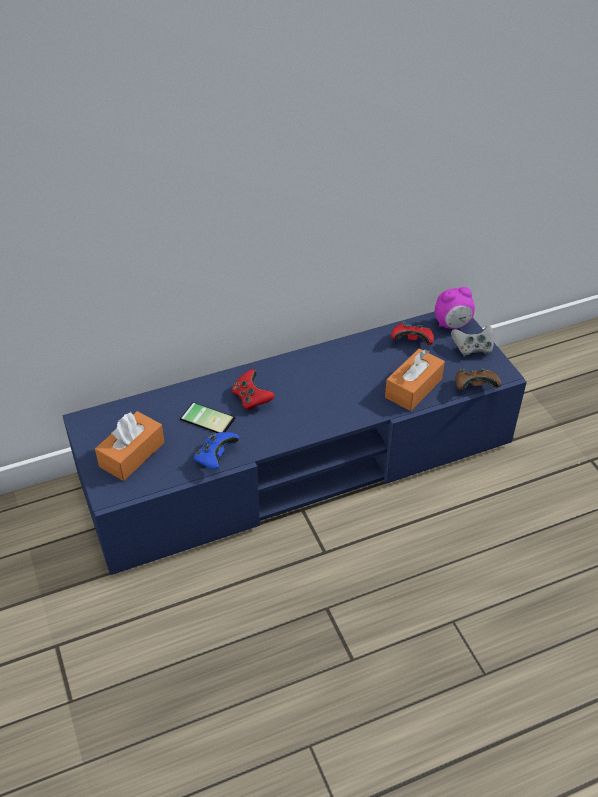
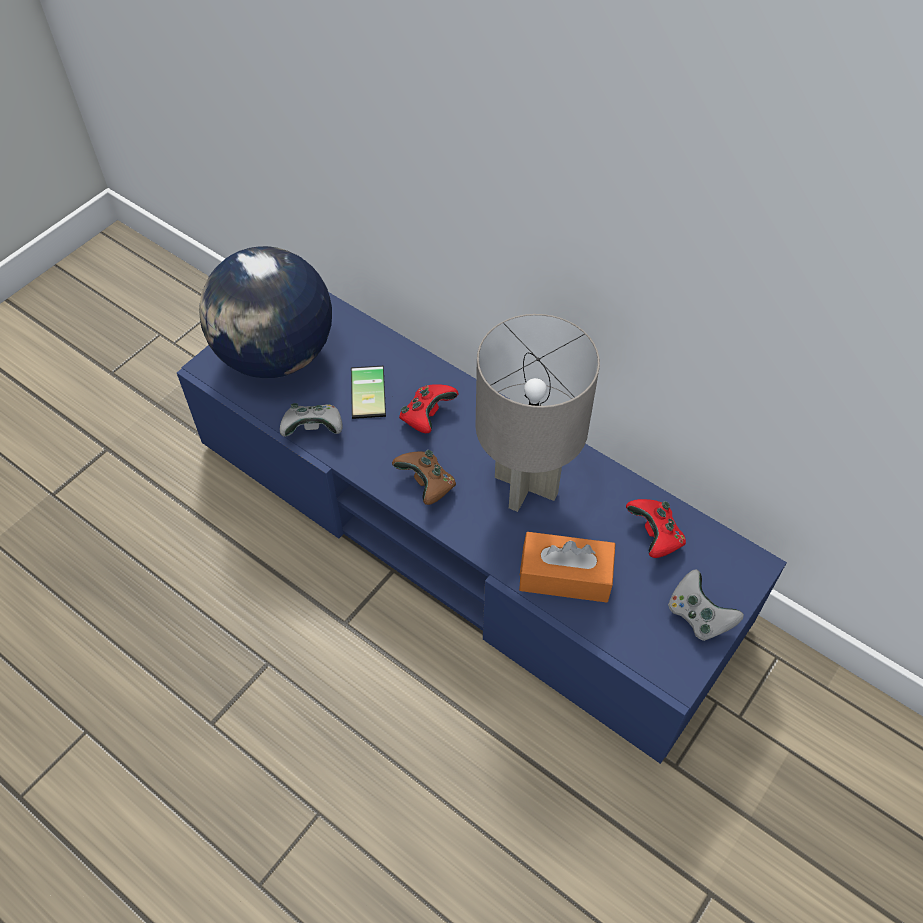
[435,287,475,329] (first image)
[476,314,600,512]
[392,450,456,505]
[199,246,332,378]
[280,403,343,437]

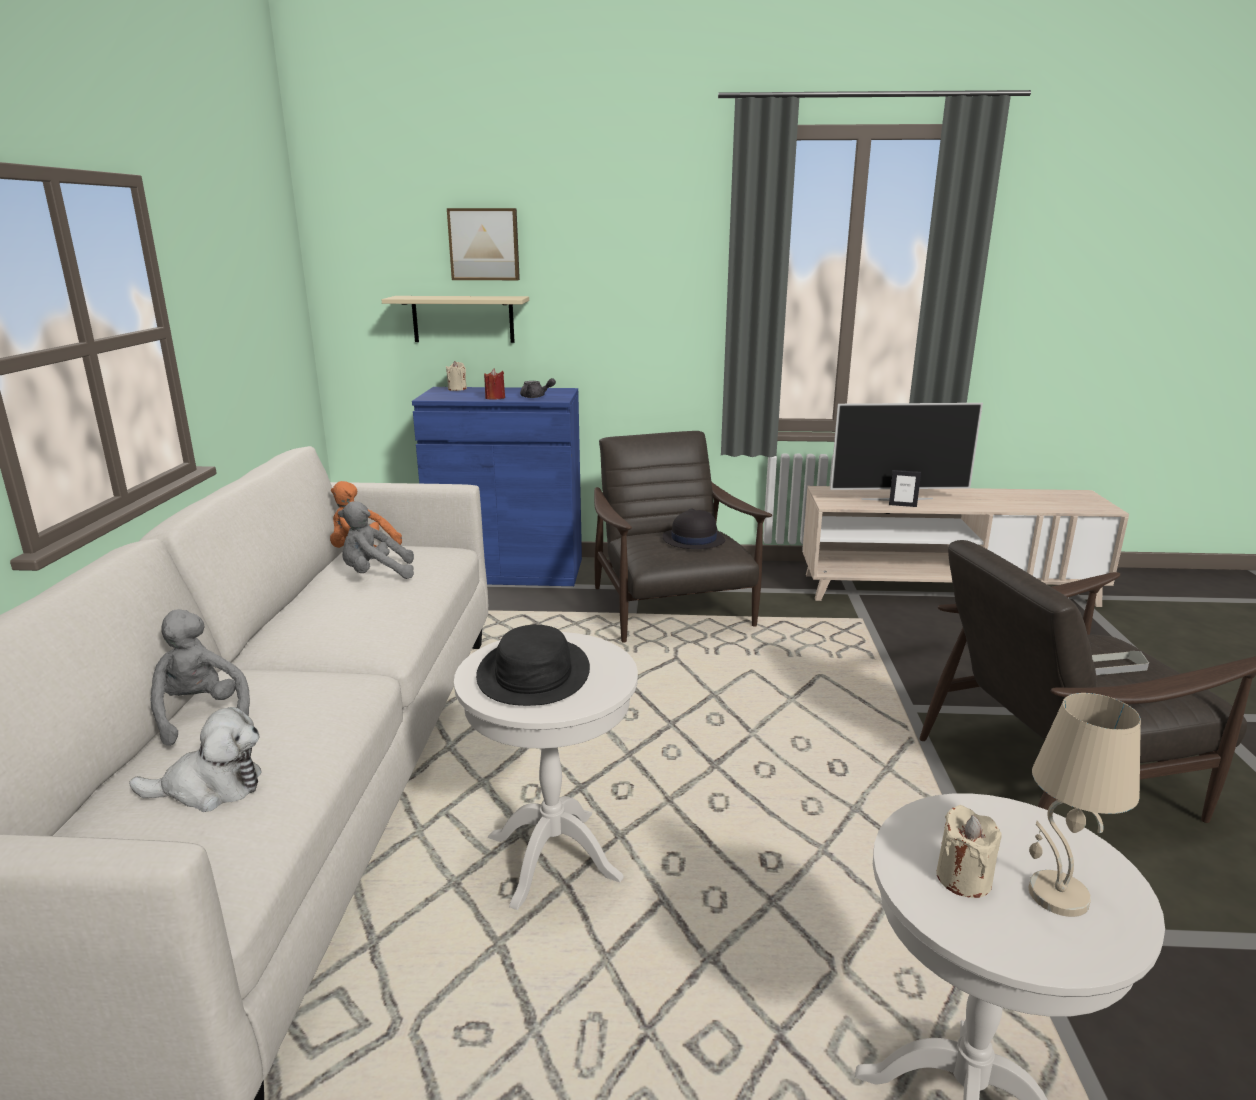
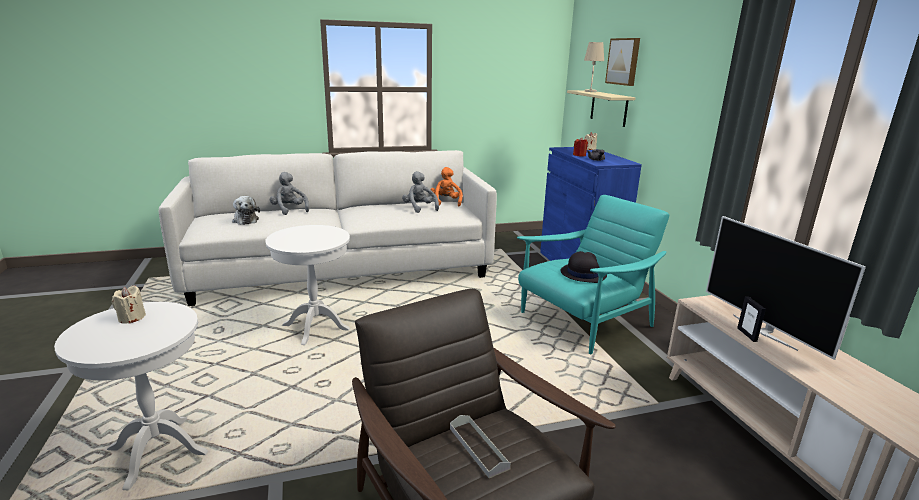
[476,625,590,706] (first image)
[584,42,604,92]
[517,195,669,354]
[270,172,309,215]

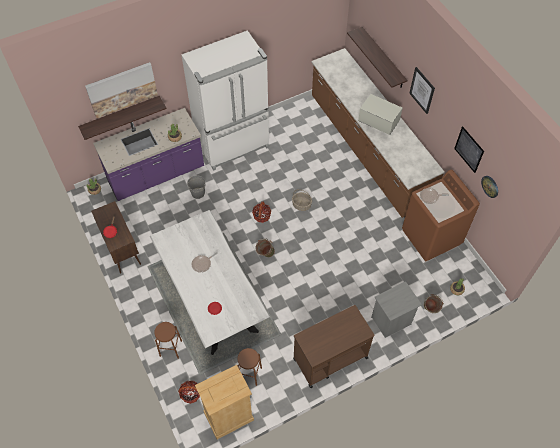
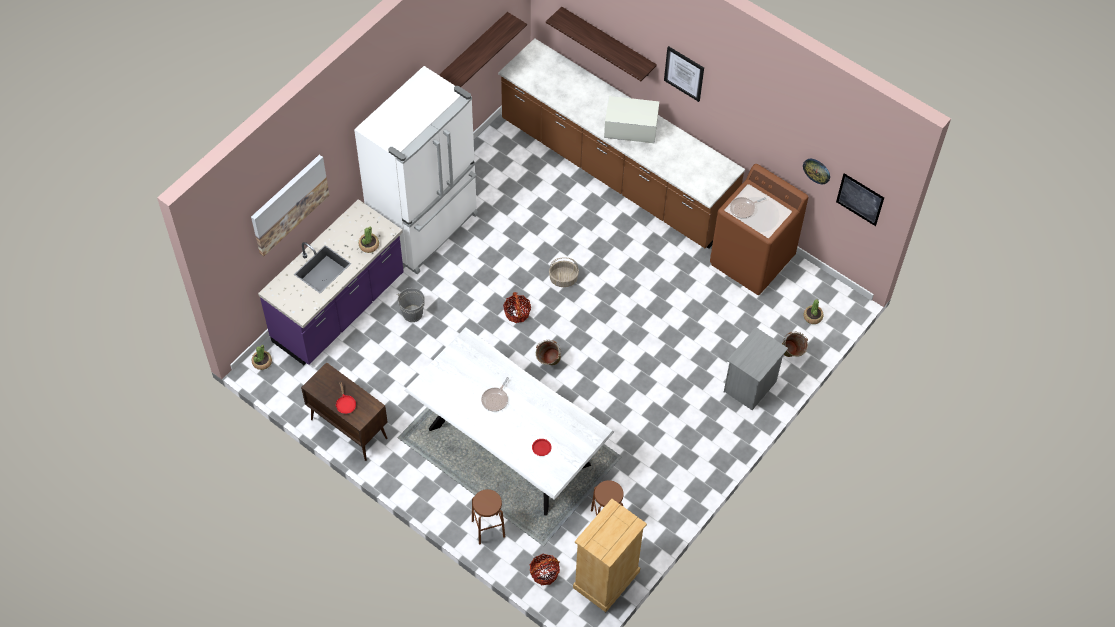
[293,305,374,388] (first image)
[439,12,527,87]
[836,173,884,226]

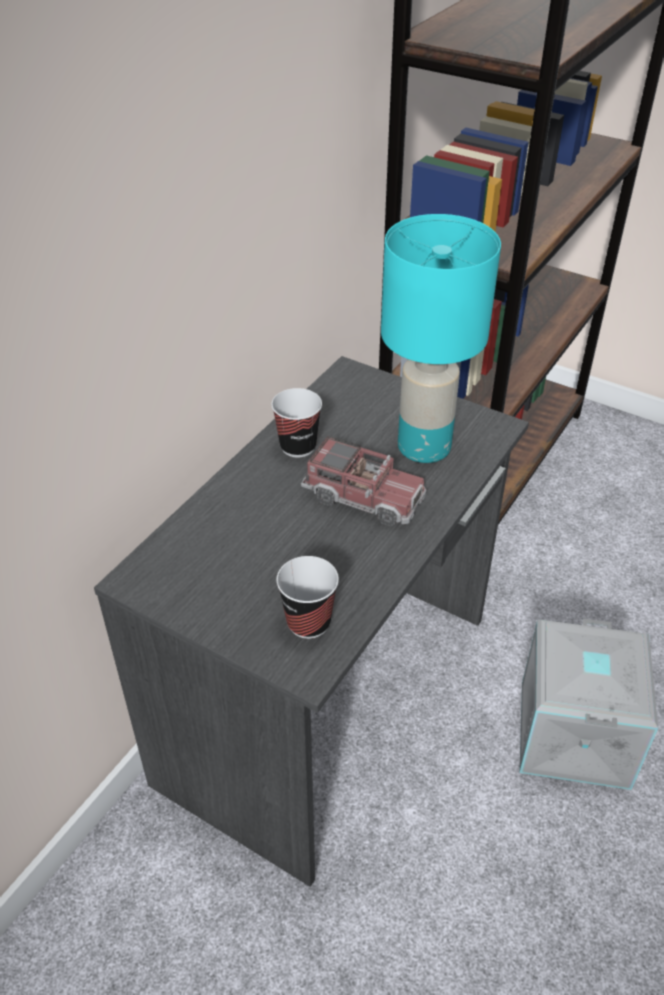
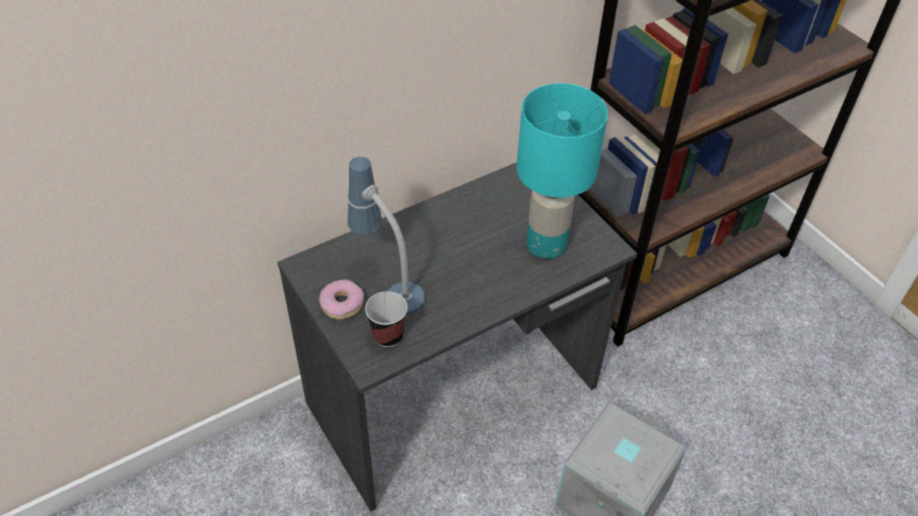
[271,388,322,458] (first image)
[301,436,427,526] (first image)
[319,280,364,320]
[347,157,425,314]

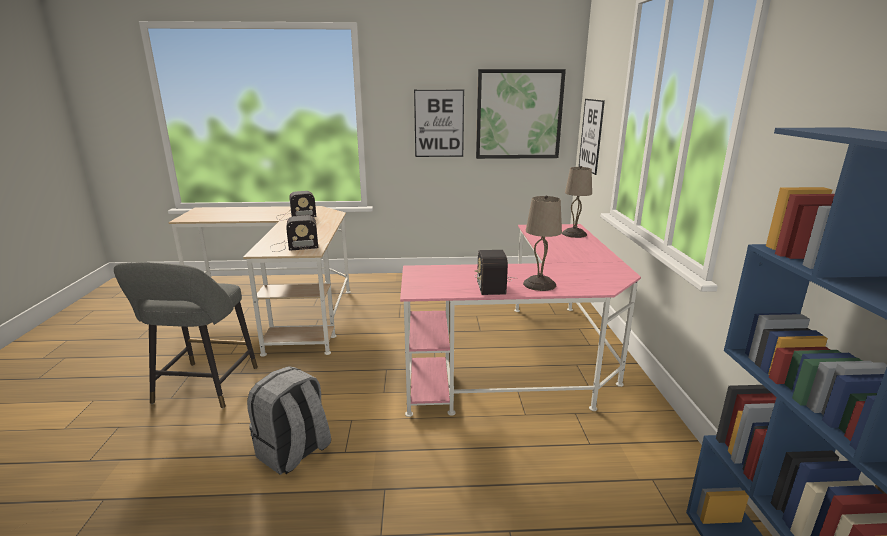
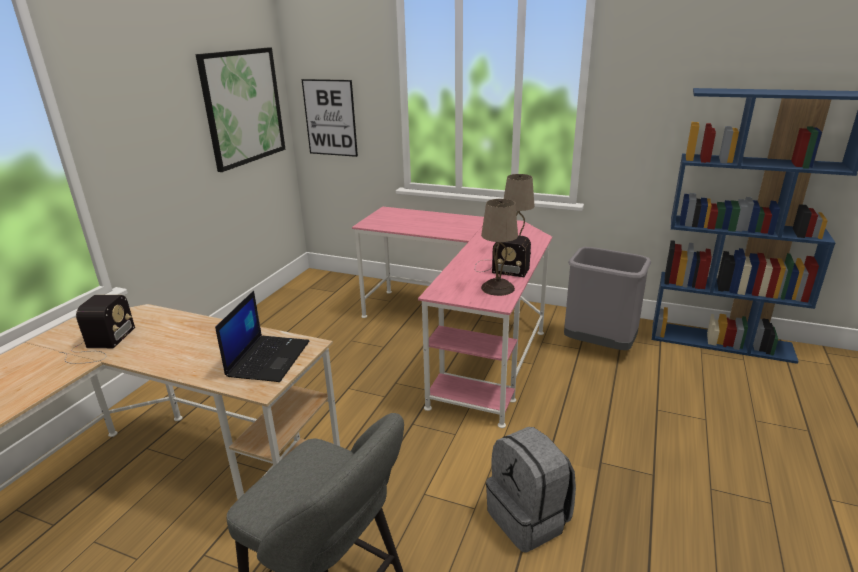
[414,90,464,157] (first image)
[564,247,651,350]
[481,199,518,296]
[215,291,309,382]

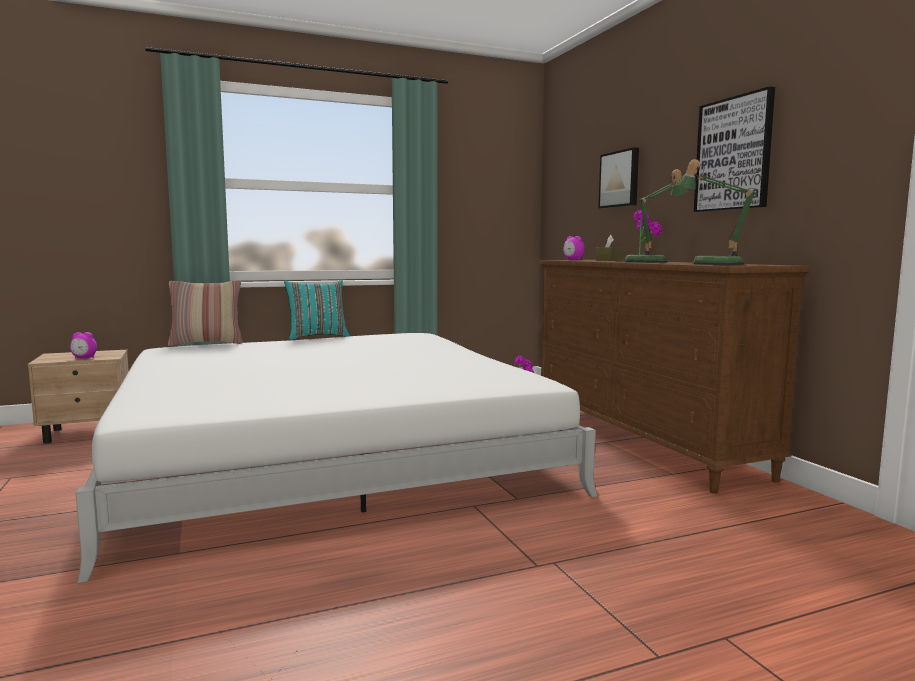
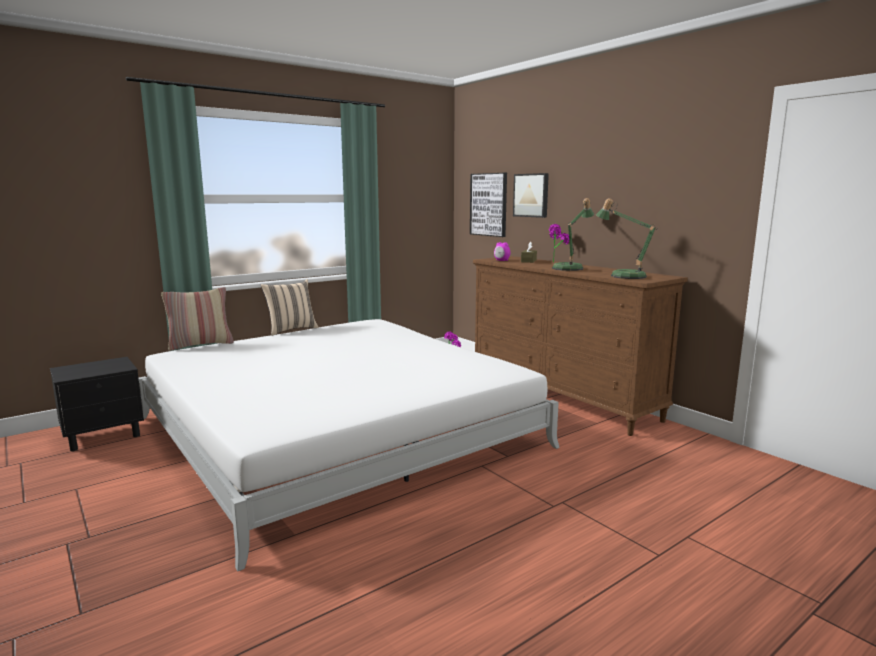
[70,332,97,359] (first image)
[470,173,507,237]
[50,357,144,451]
[261,279,319,336]

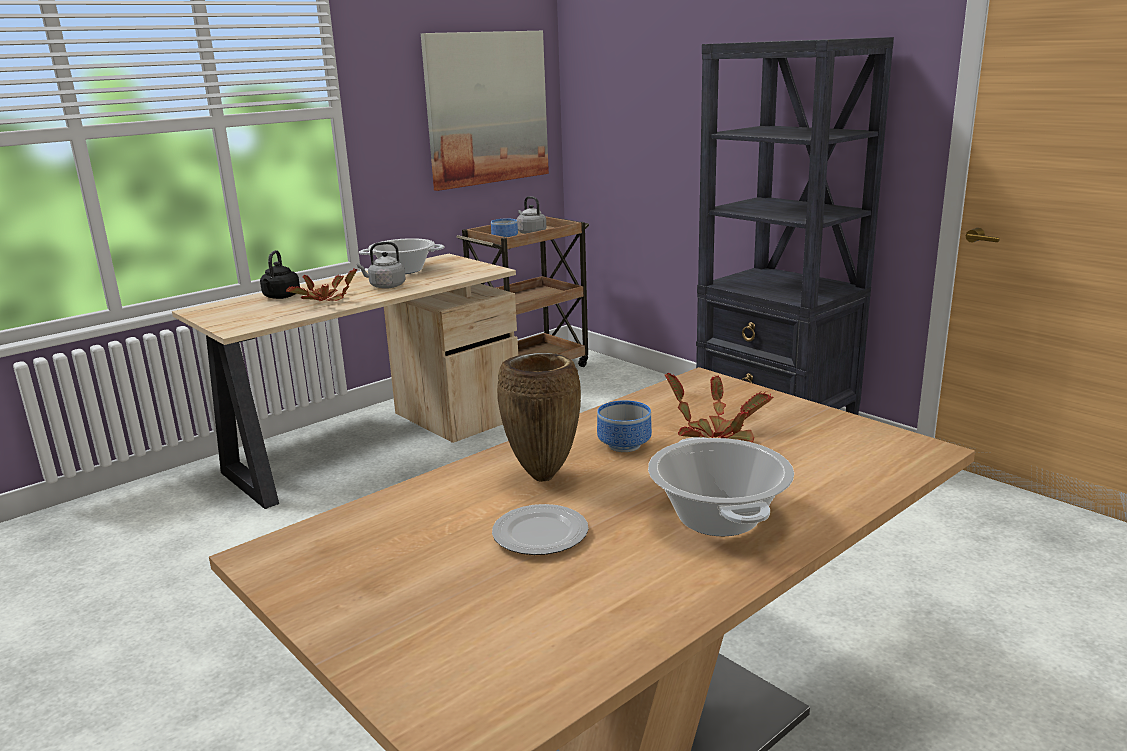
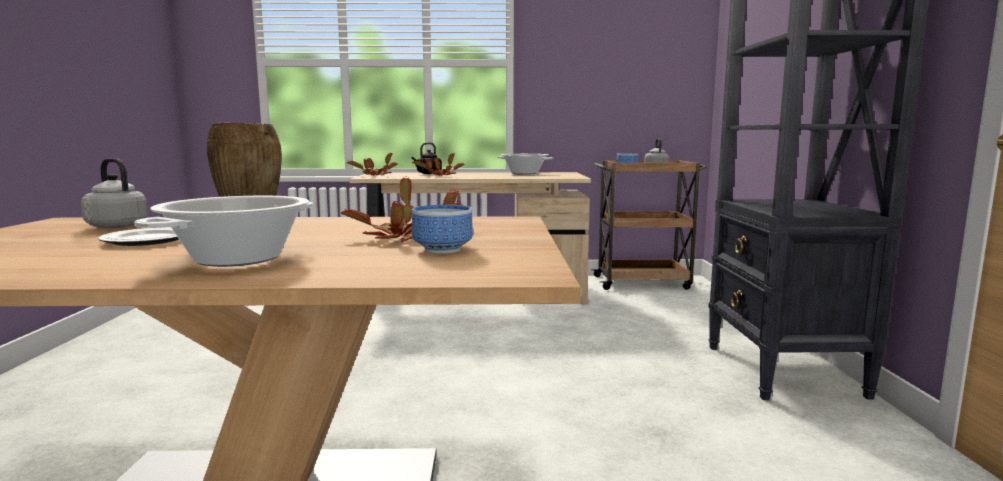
[420,31,549,191] (first image)
[347,152,398,175]
[81,158,148,228]
[412,205,473,254]

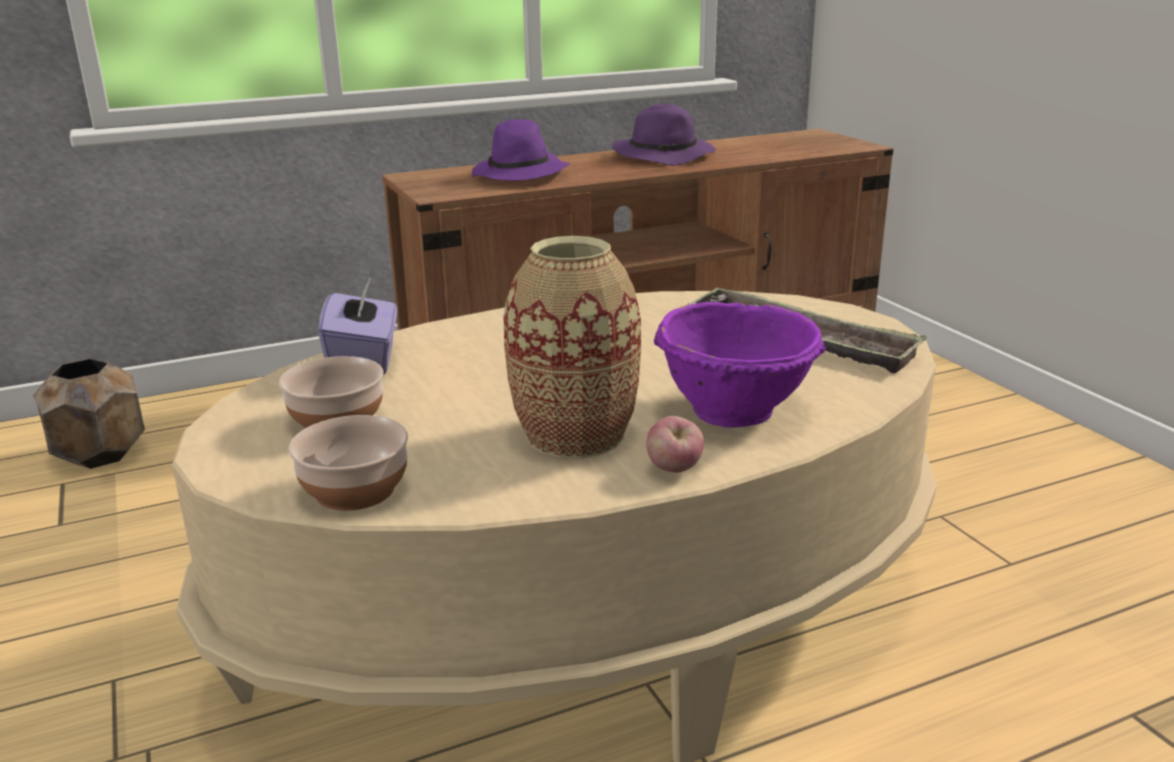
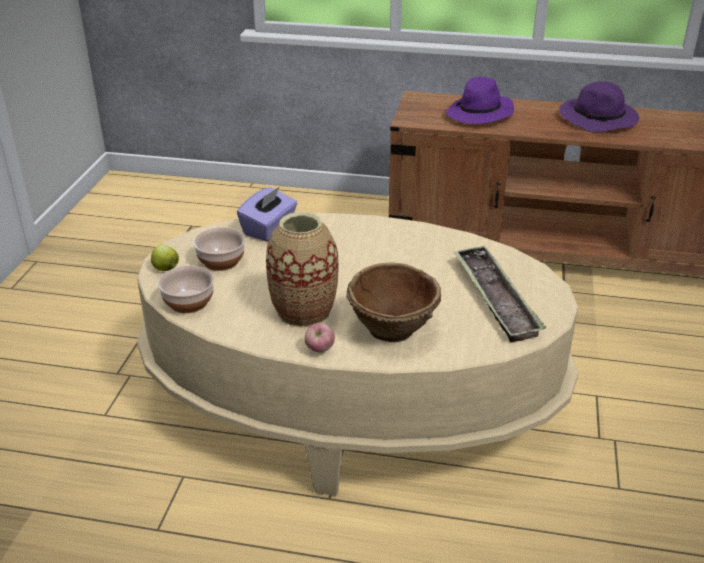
[33,359,145,469] (first image)
[151,245,179,271]
[346,263,441,342]

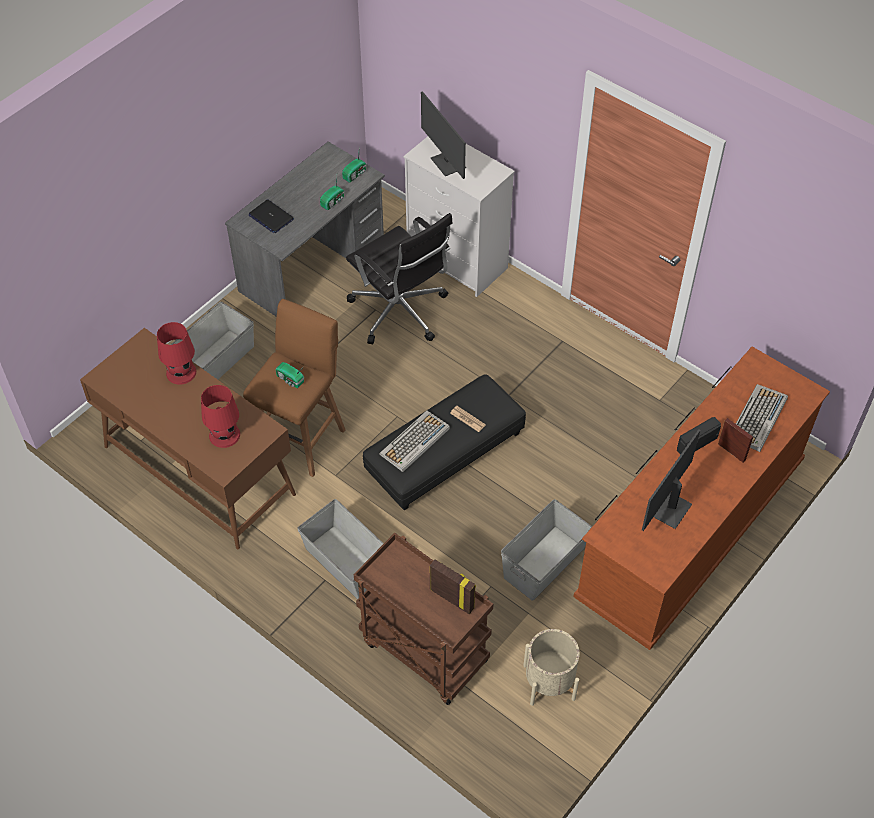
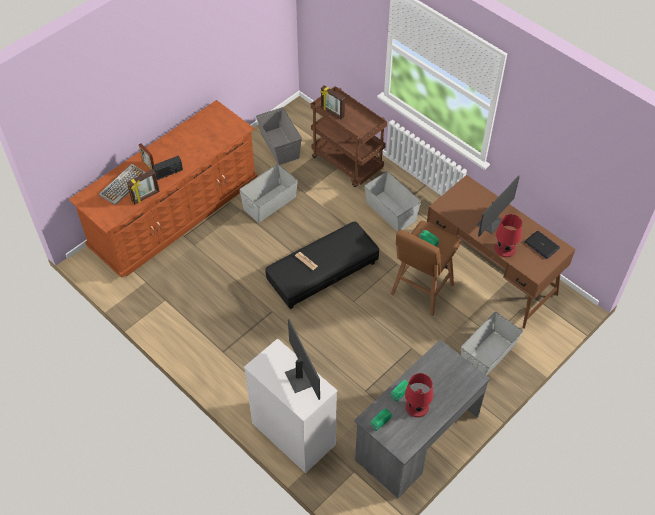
[346,213,453,344] (first image)
[379,411,450,472] (first image)
[127,169,160,205]
[405,373,433,417]
[525,231,560,259]
[477,175,520,237]
[256,107,302,165]

